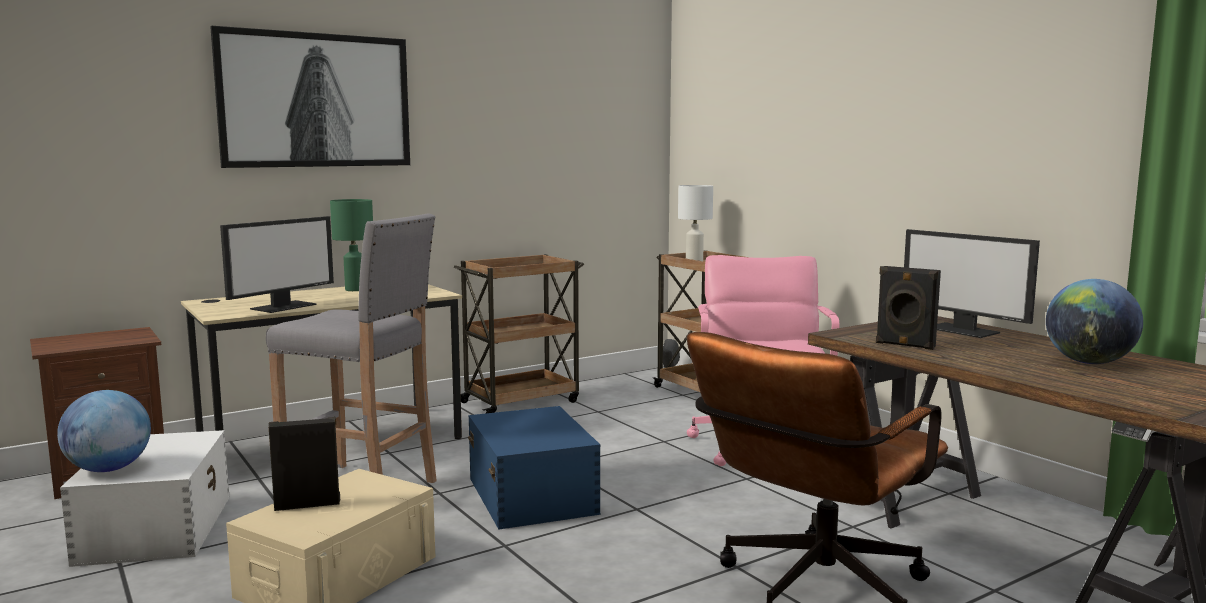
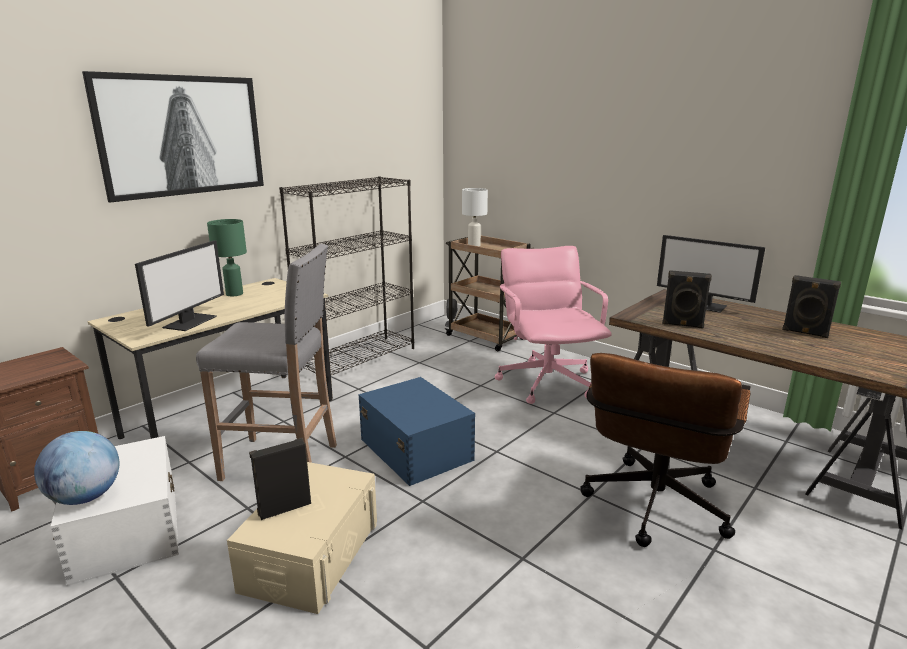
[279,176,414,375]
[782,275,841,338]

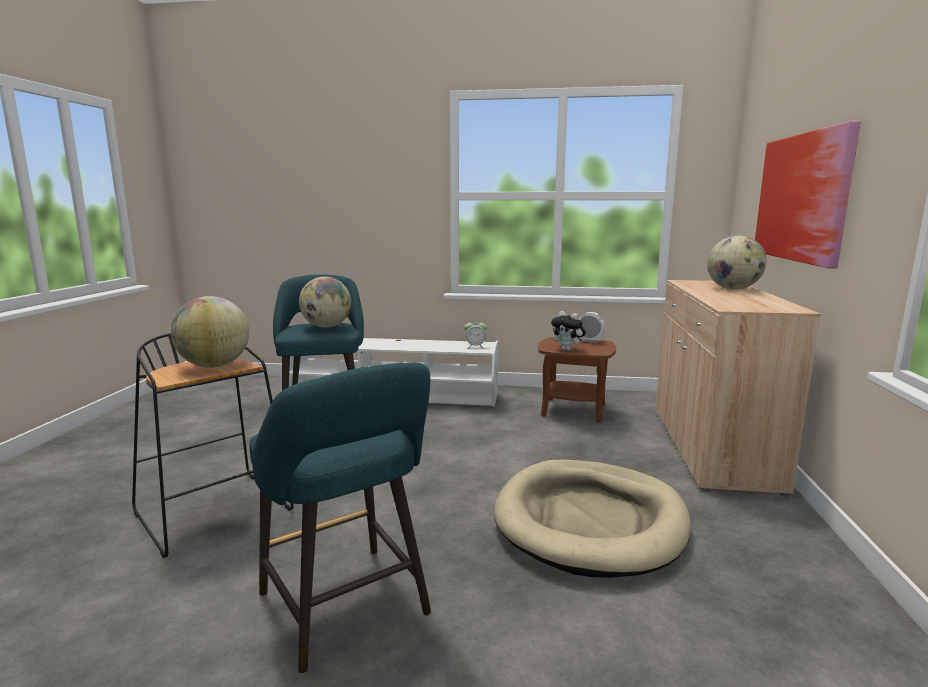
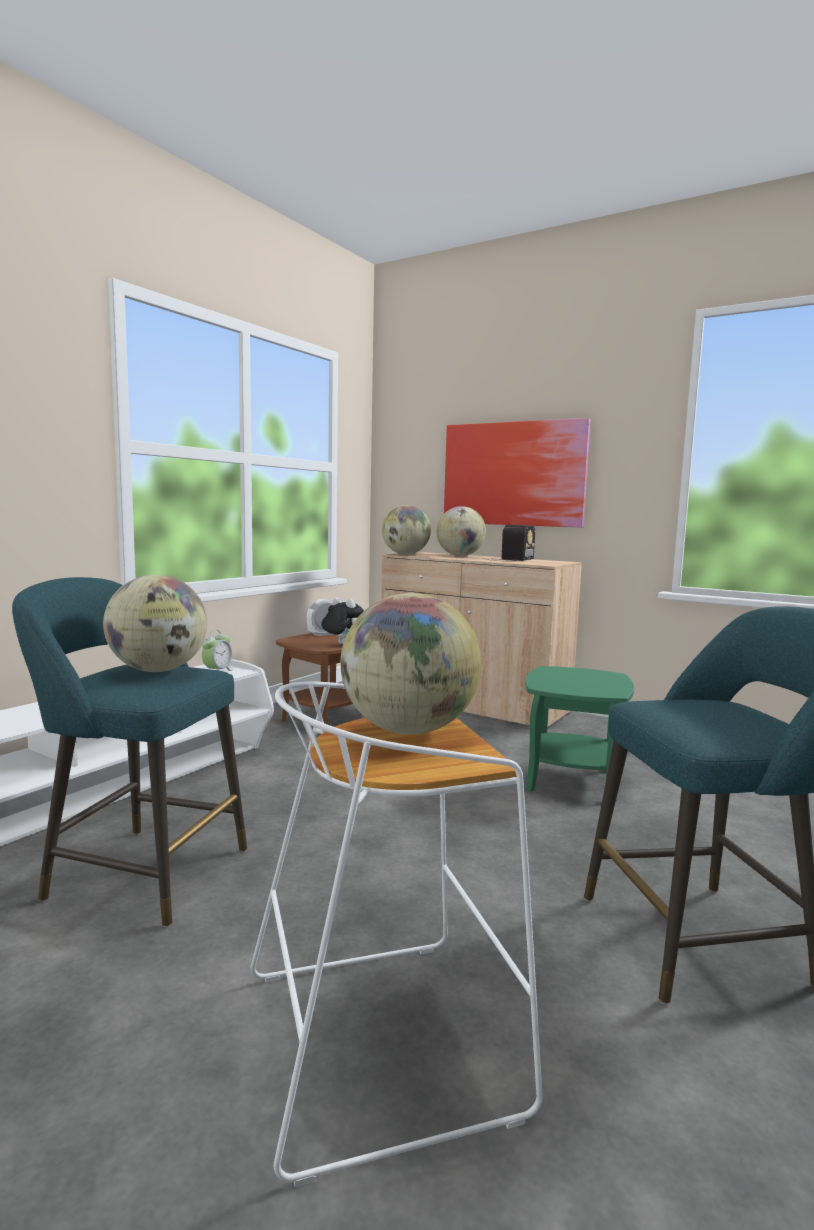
[382,505,431,555]
[482,525,536,562]
[525,666,634,801]
[250,681,543,1187]
[321,597,364,644]

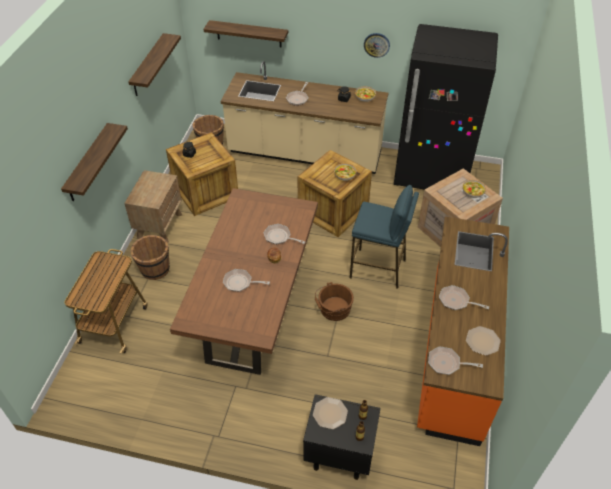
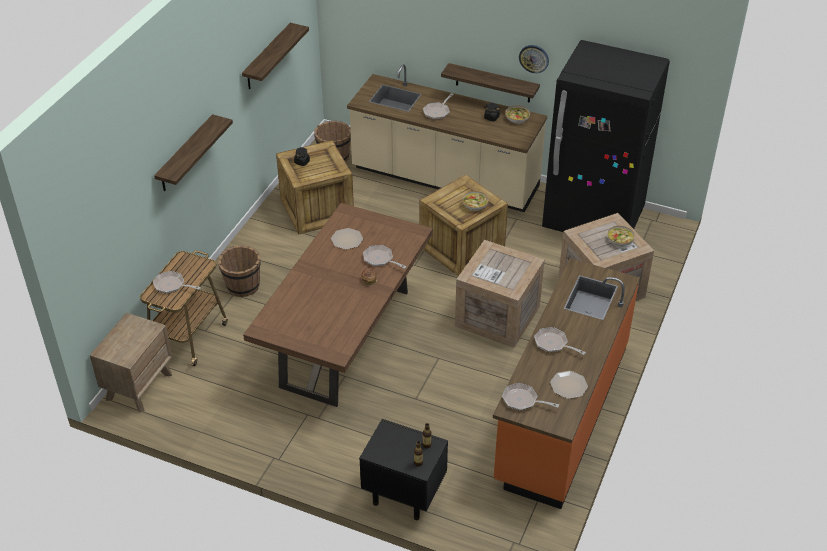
[315,282,354,321] (first image)
[90,312,172,413]
[441,63,540,103]
[153,271,201,294]
[331,228,363,250]
[455,240,545,348]

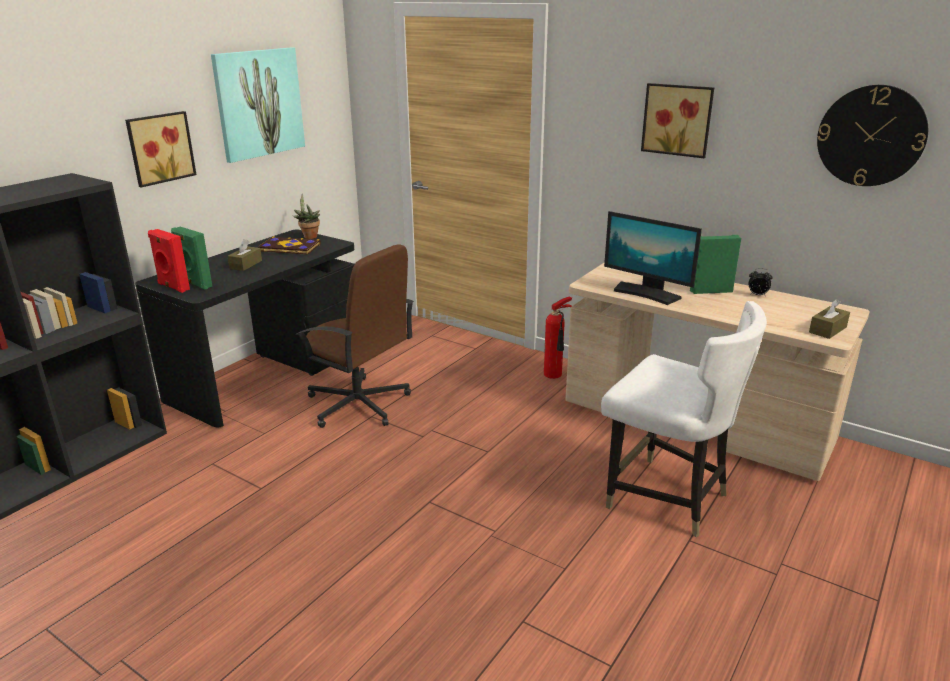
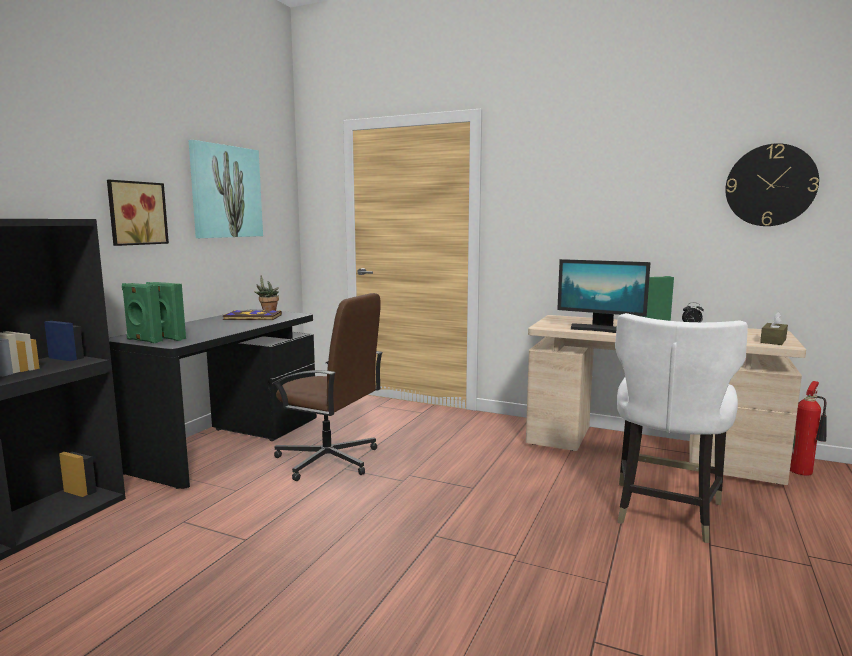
[228,239,262,271] (first image)
[641,83,714,158] (first image)
[790,381,827,476]
[122,283,163,343]
[615,313,748,543]

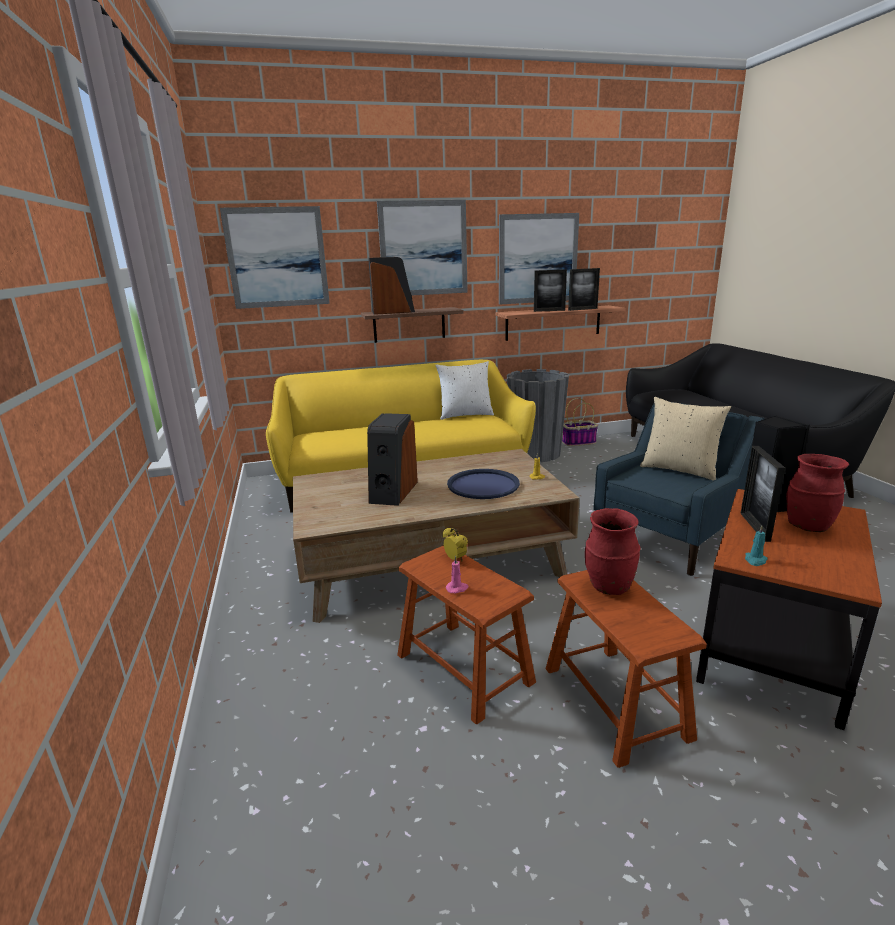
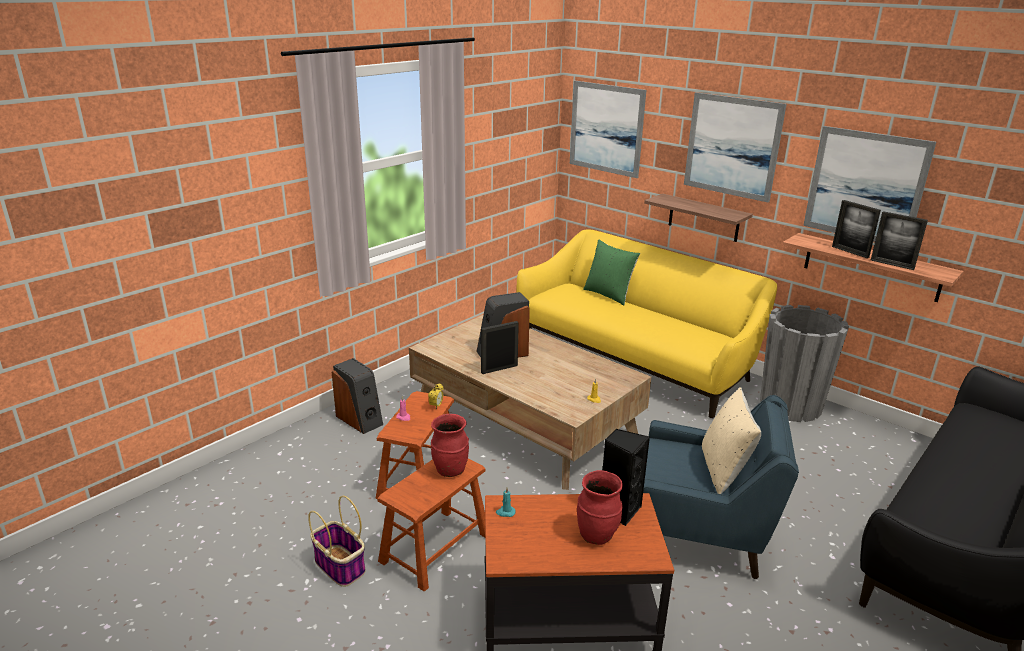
[435,361,494,420] (first image)
[447,469,520,499] (first image)
[583,239,640,305]
[332,358,383,434]
[308,496,365,587]
[481,321,519,374]

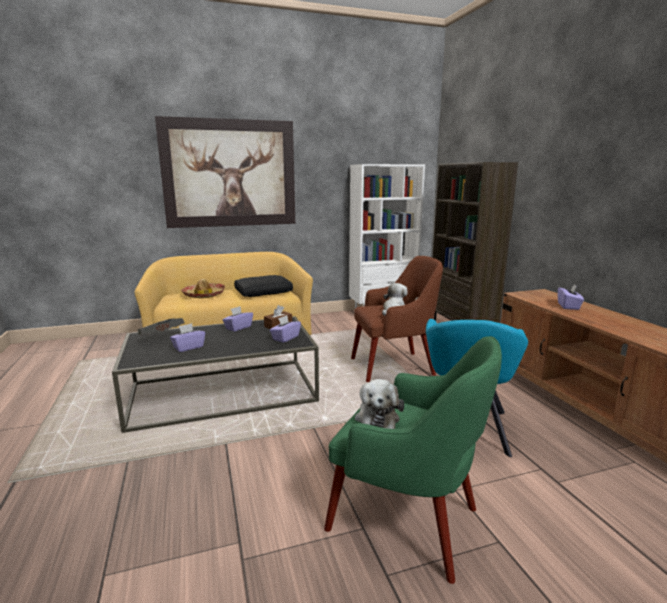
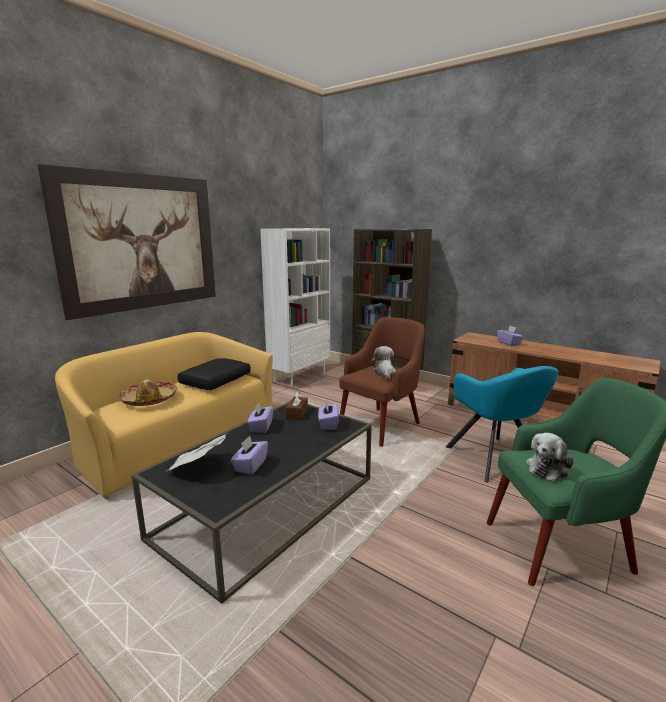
[526,433,574,482]

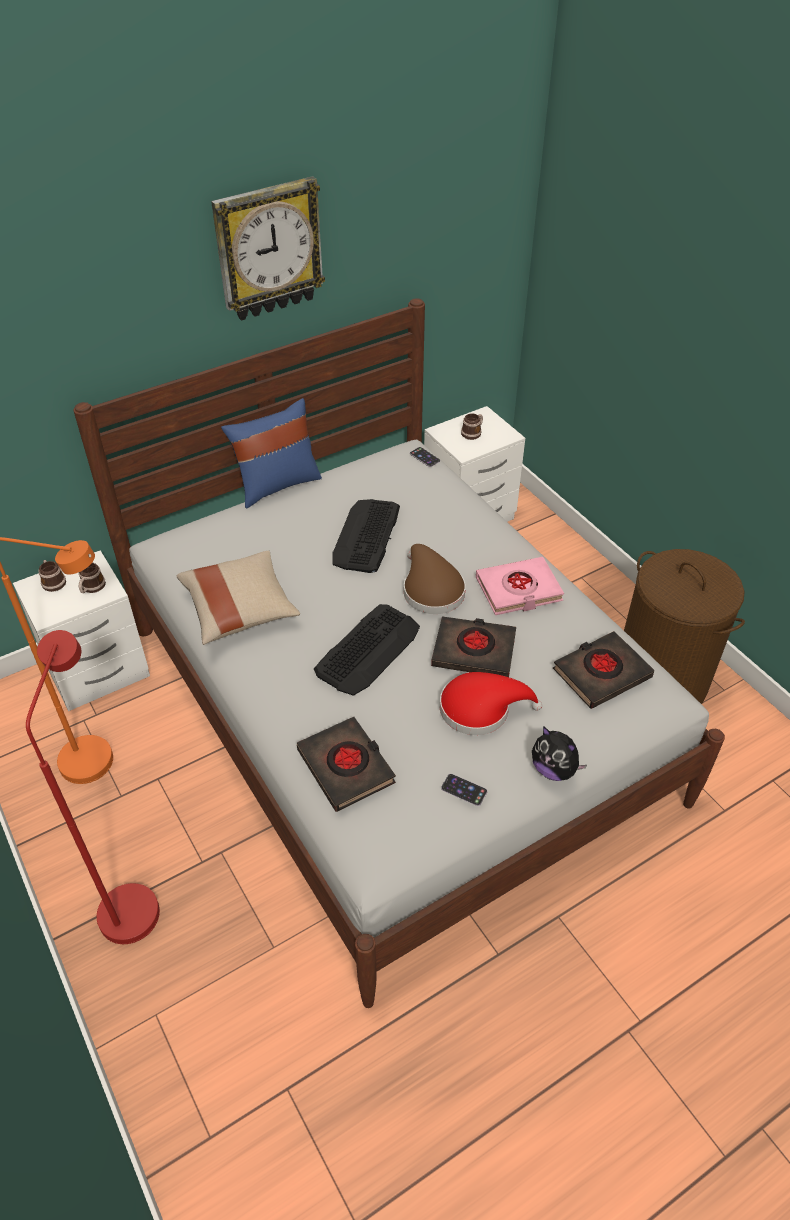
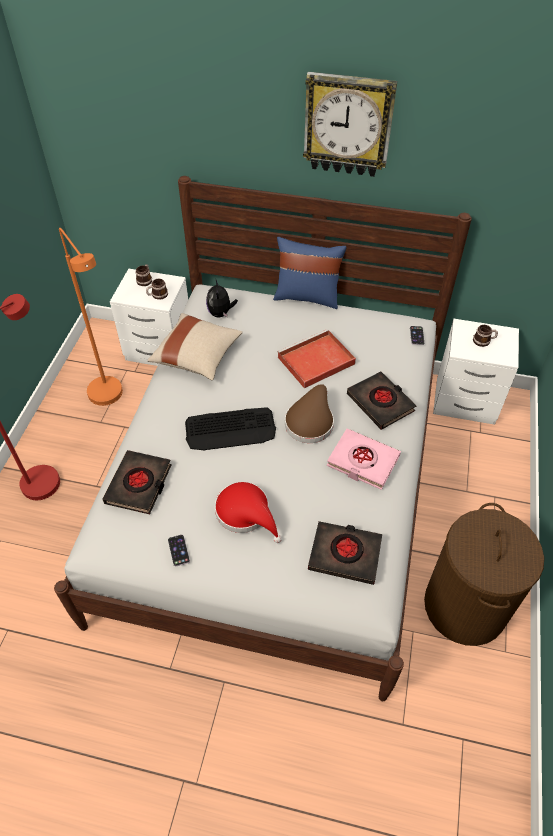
[347,371,417,430]
[206,280,238,318]
[277,329,356,388]

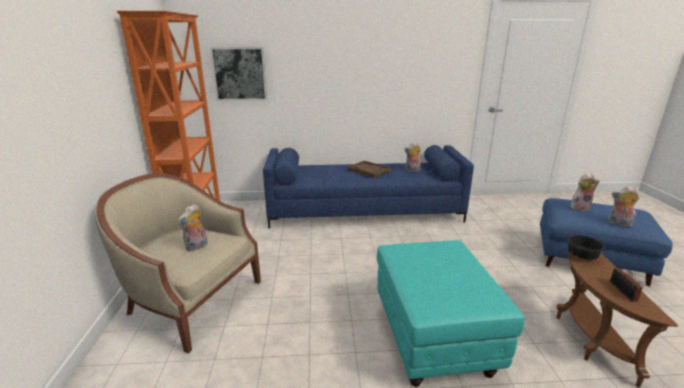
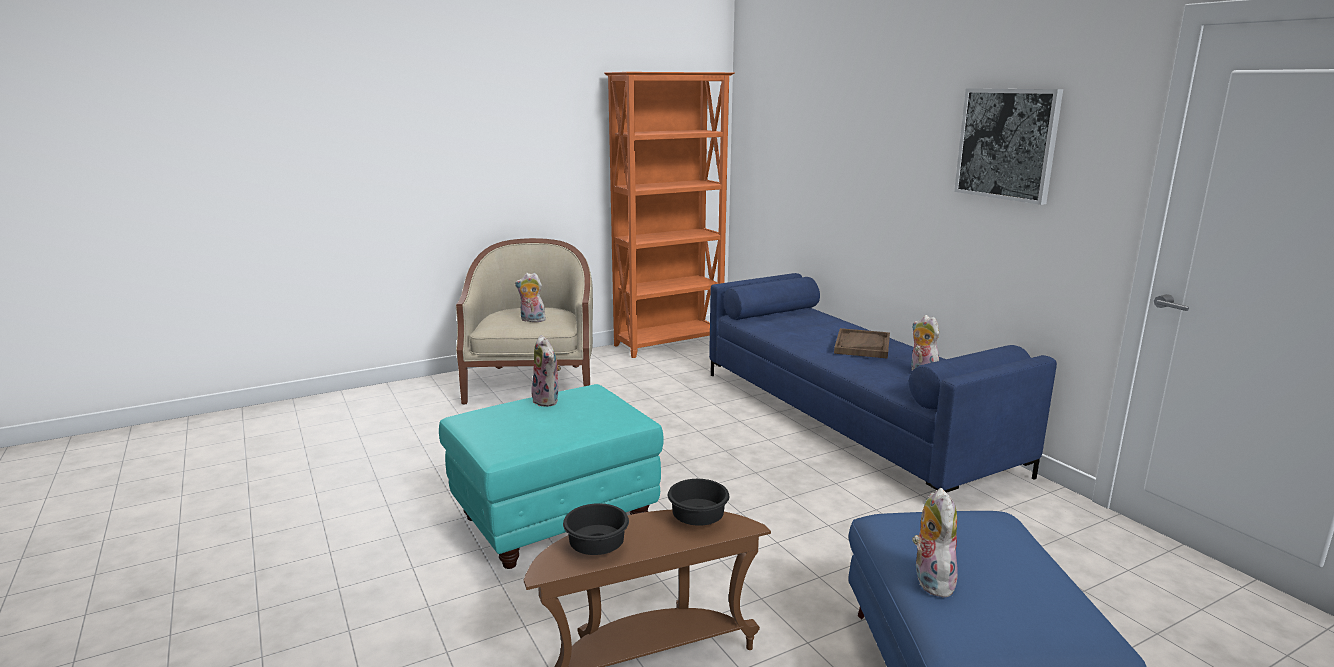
[954,88,1063,205]
[531,335,561,407]
[563,503,629,555]

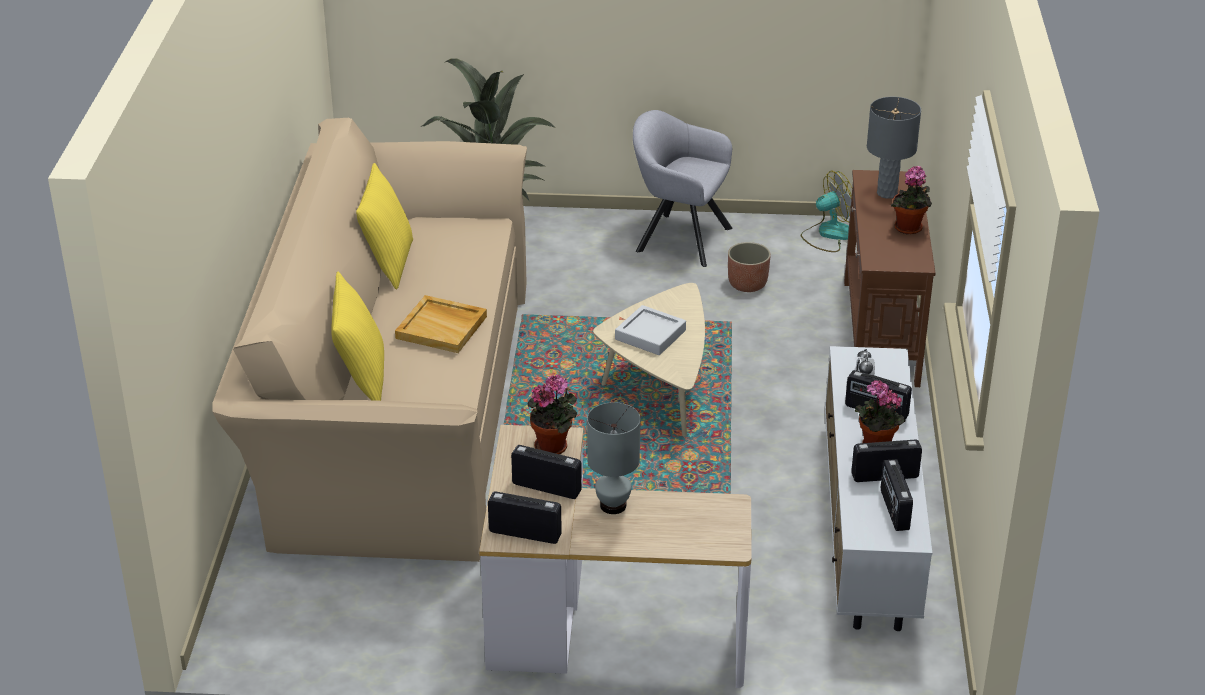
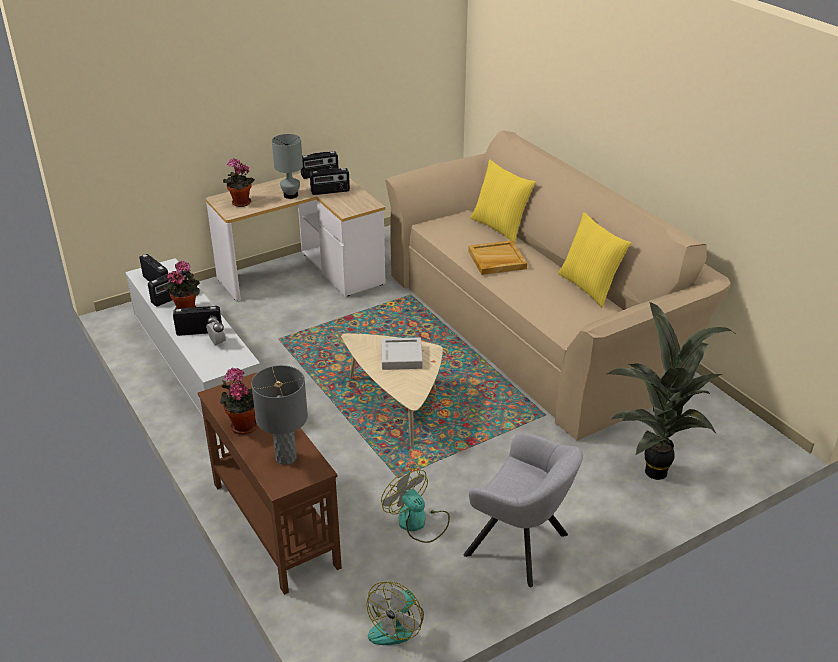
[223,158,255,207]
[381,468,450,543]
[464,432,583,587]

